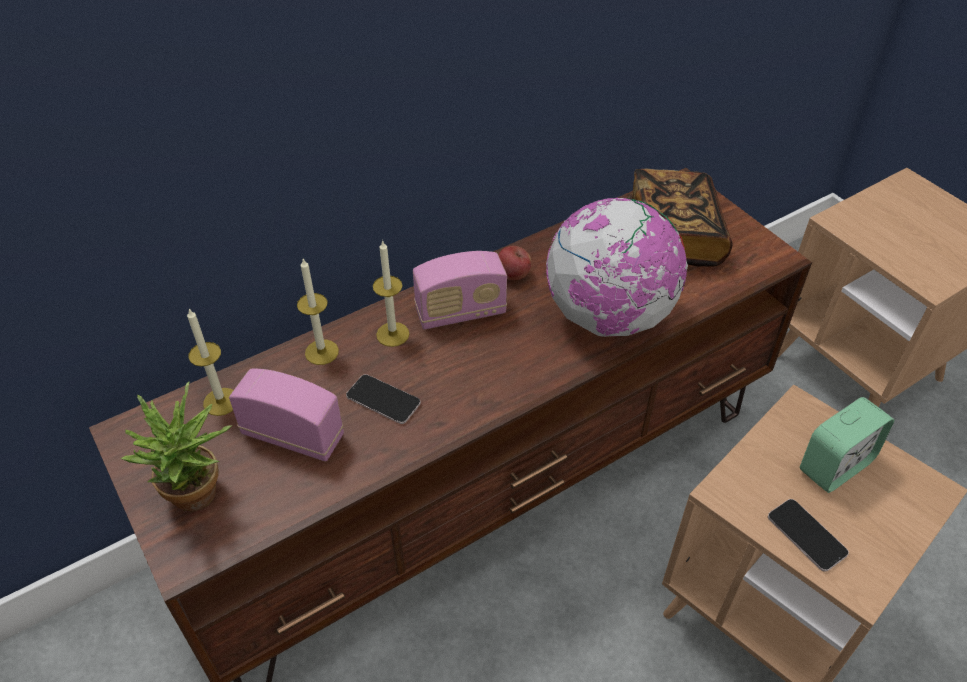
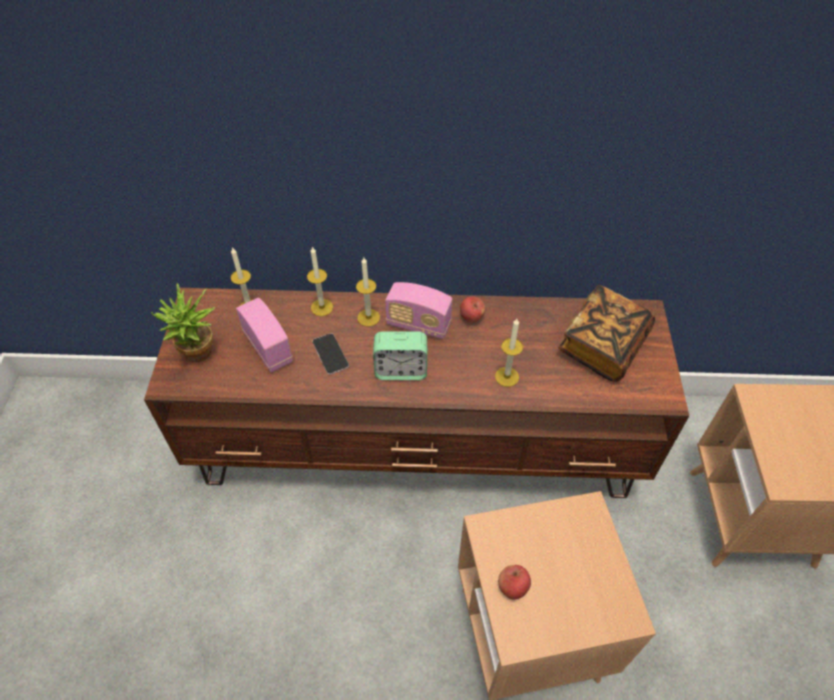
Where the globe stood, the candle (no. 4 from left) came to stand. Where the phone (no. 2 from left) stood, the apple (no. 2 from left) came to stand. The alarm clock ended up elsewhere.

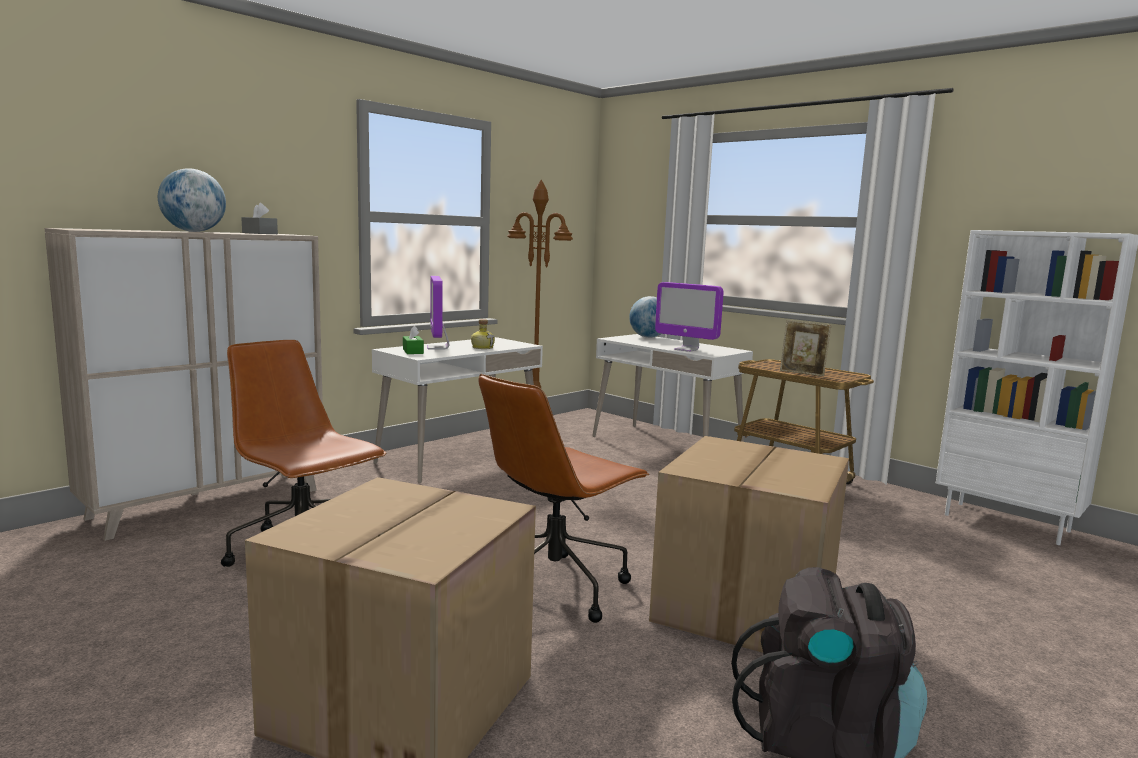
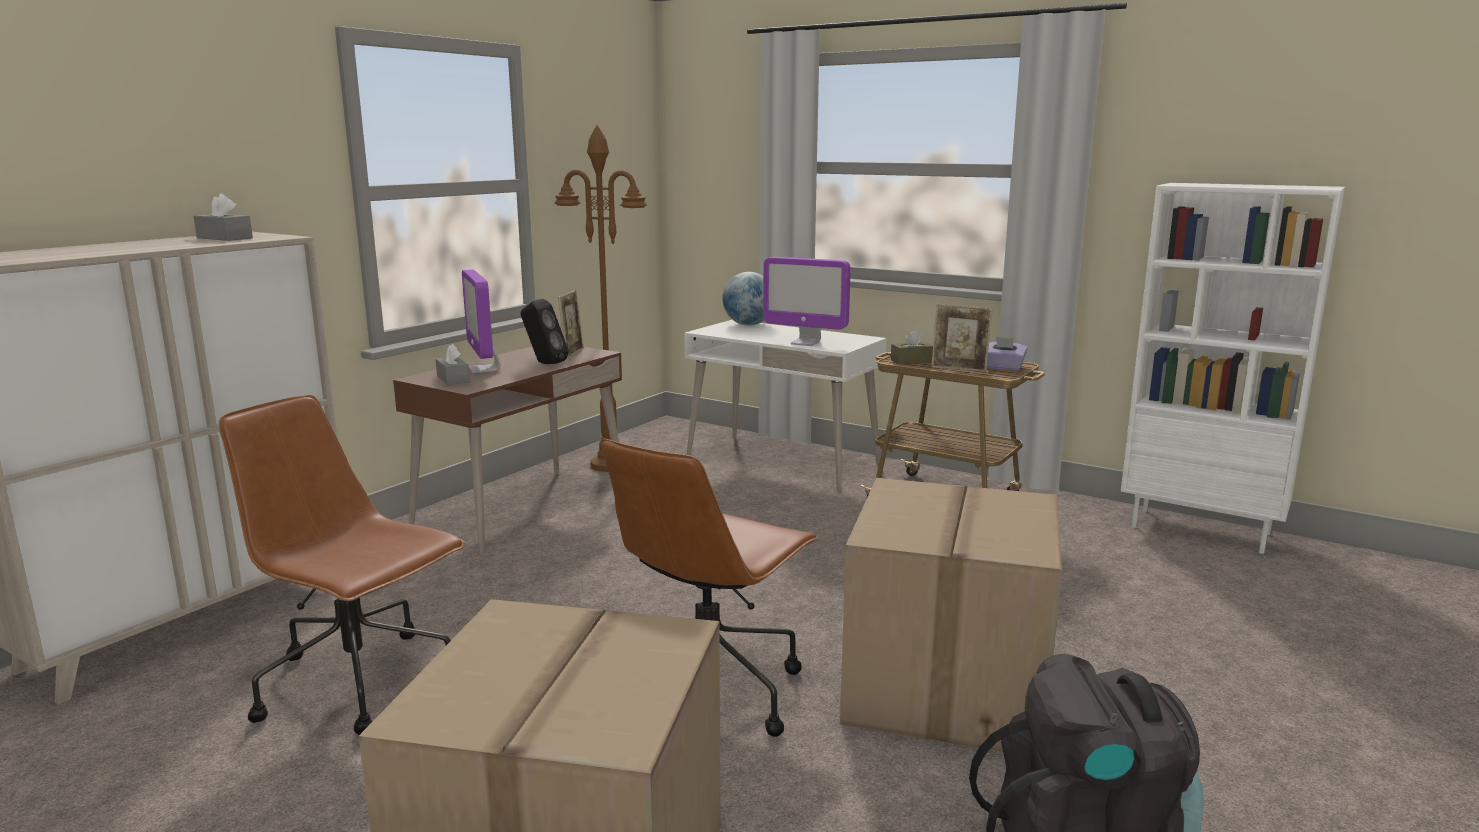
The second view lost the globe (no. 1 from left). What was the white desk (no. 1 from left) turned into the brown desk. What was the green tissue box turned into the grey tissue box (no. 2 from left). Where the bottle stood, the black speaker came to stand. The second view gained the picture frame (no. 1 from left). The second view gained the brown tissue box. The second view gained the purple tissue box.

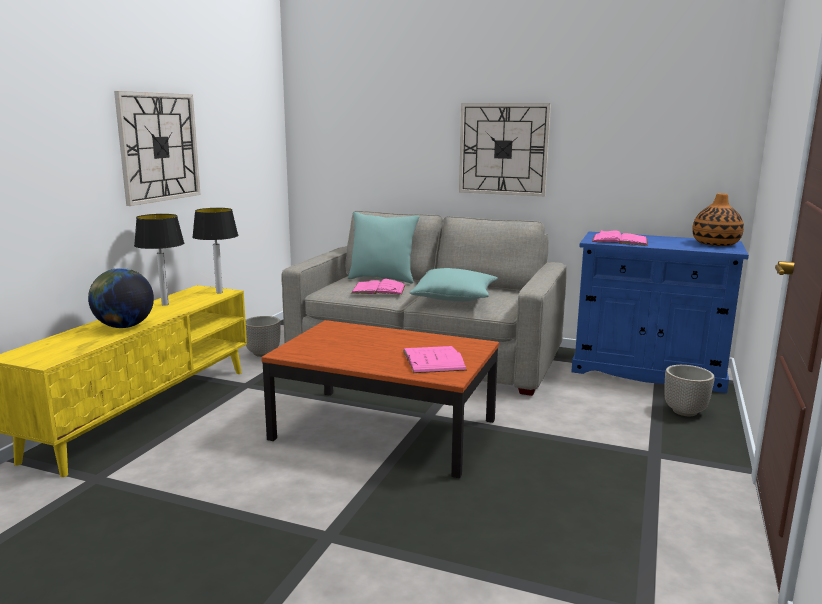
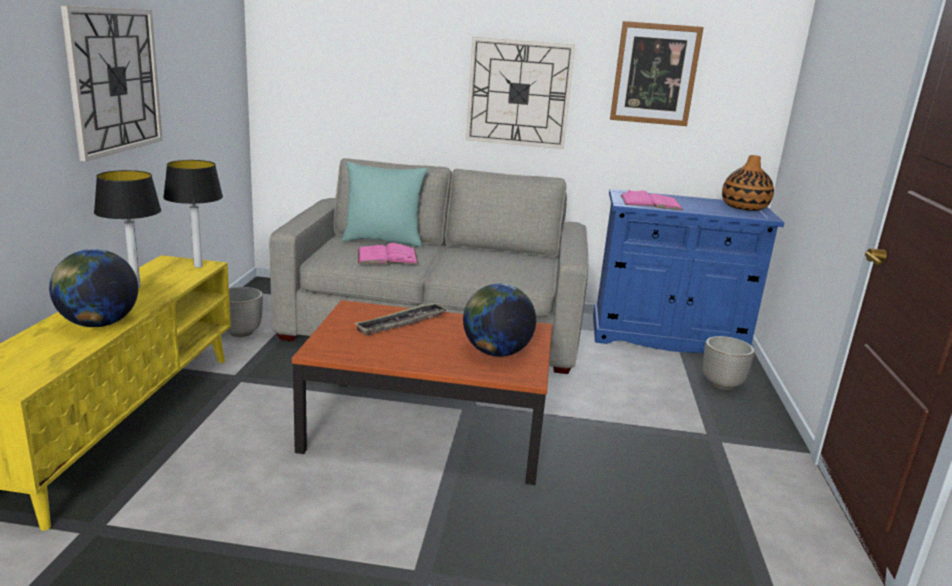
Where the pink book (no. 2 from left) stood, the globe (no. 2 from left) came to stand. The second view lost the turquoise pillow (no. 2 from left). The second view gained the tray. The second view gained the picture.

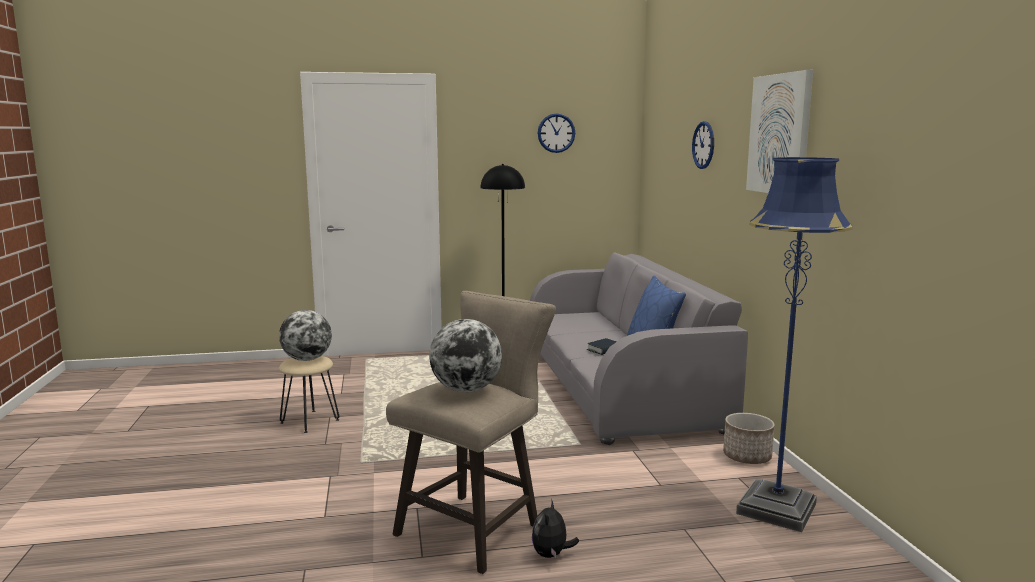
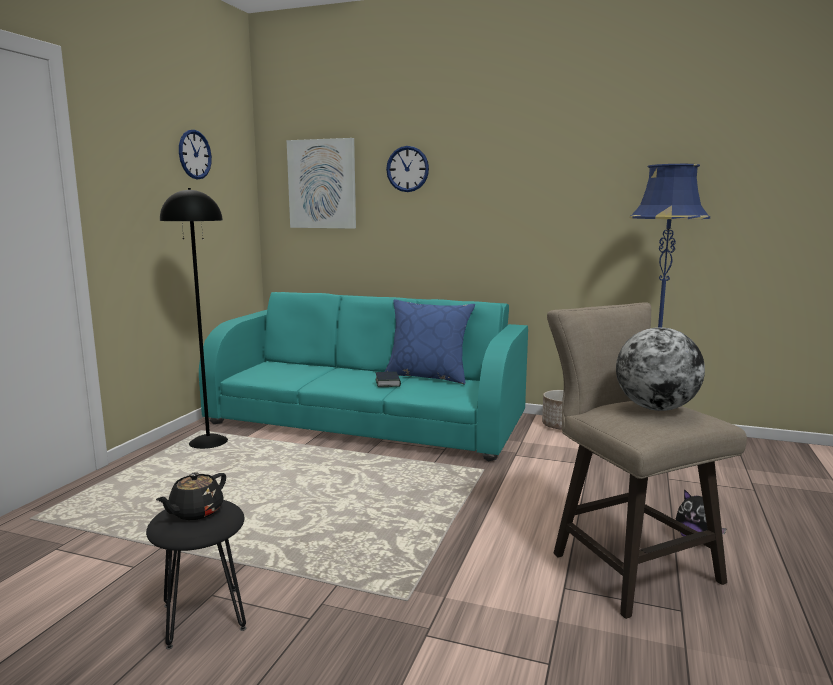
Where the globe (no. 1 from left) stood, the black teapot came to stand. What was the beige stool (no. 1 from left) turned into the black stool. What was the grey sofa turned into the turquoise sofa. The picture ended up elsewhere.

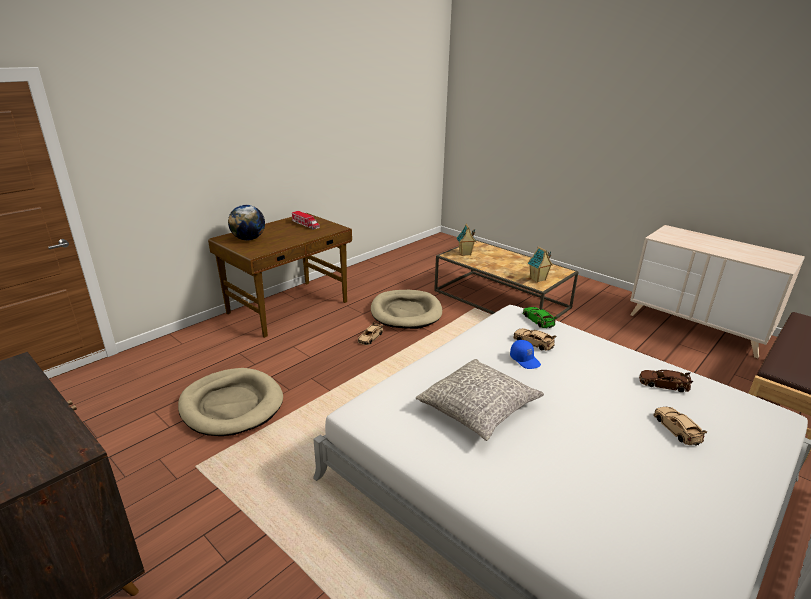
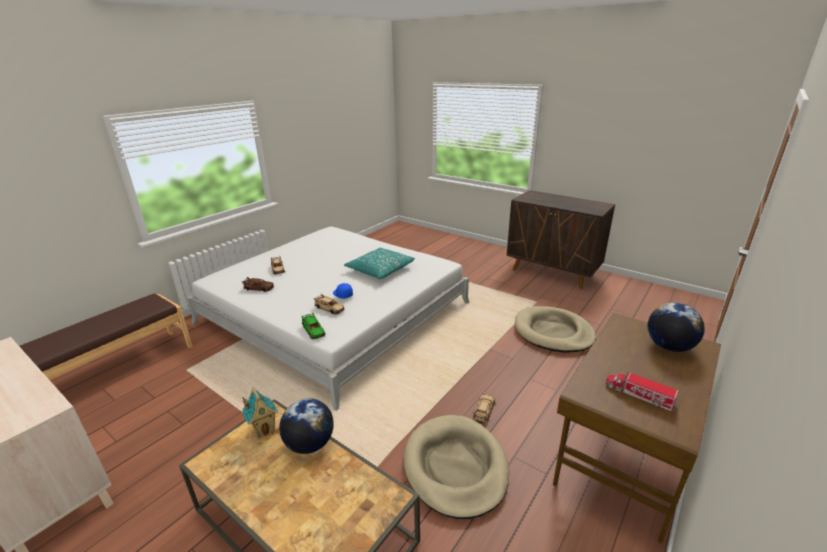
What was the grey pillow turned into the turquoise pillow. The second view lost the toy house (no. 1 from left). The second view gained the globe (no. 1 from left).

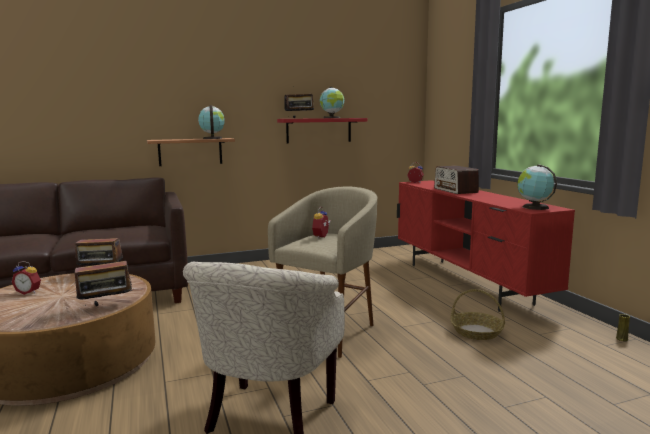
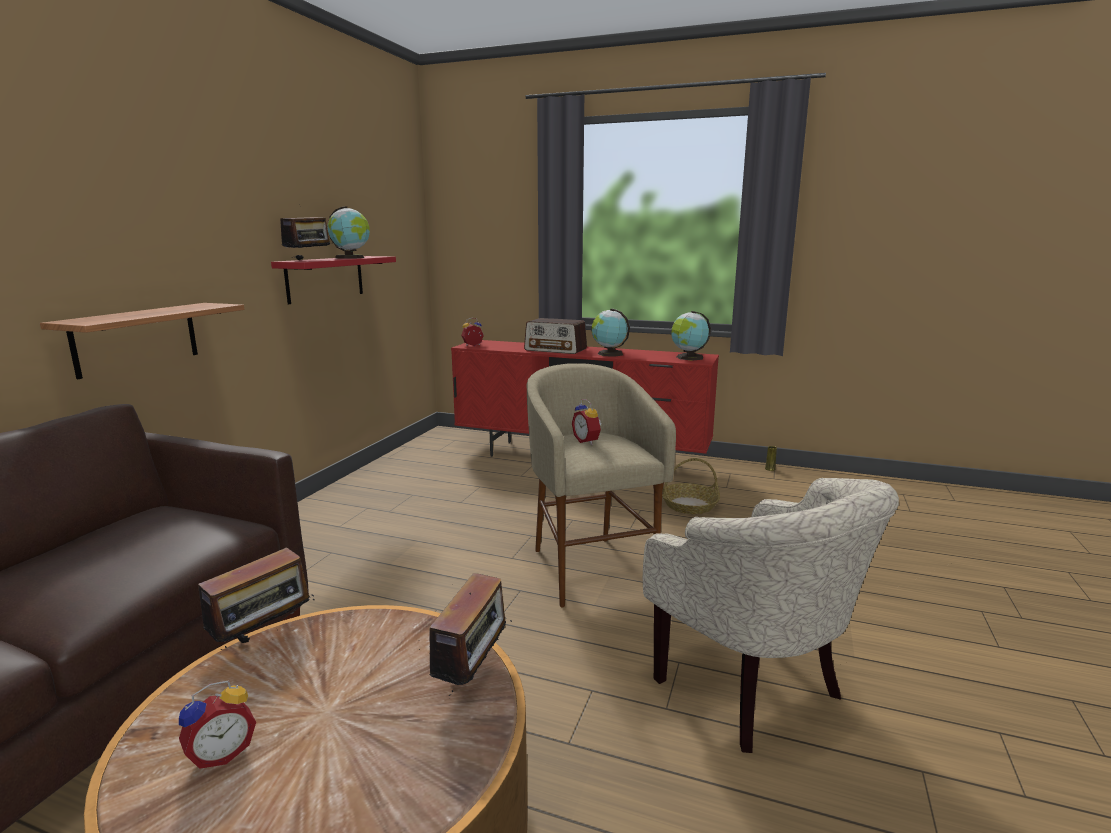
The globe (no. 1 from left in the first image) ended up elsewhere.

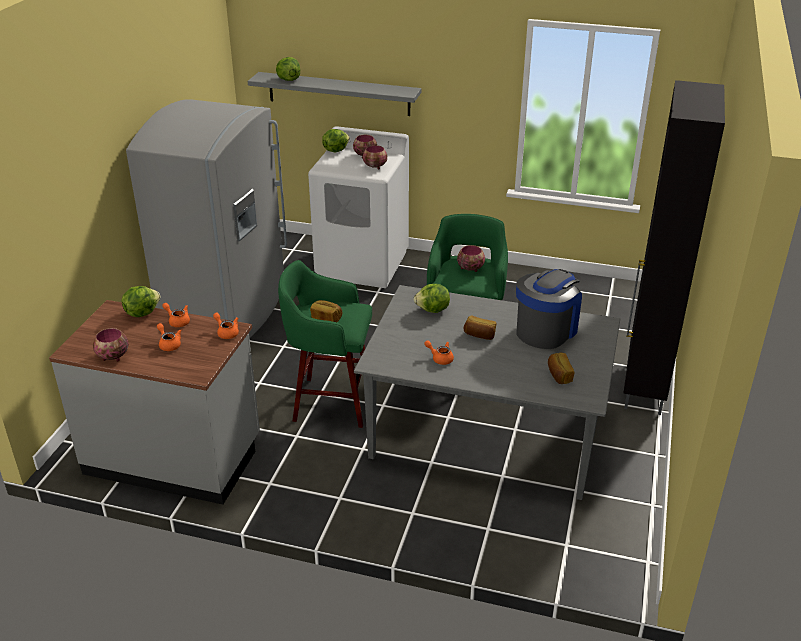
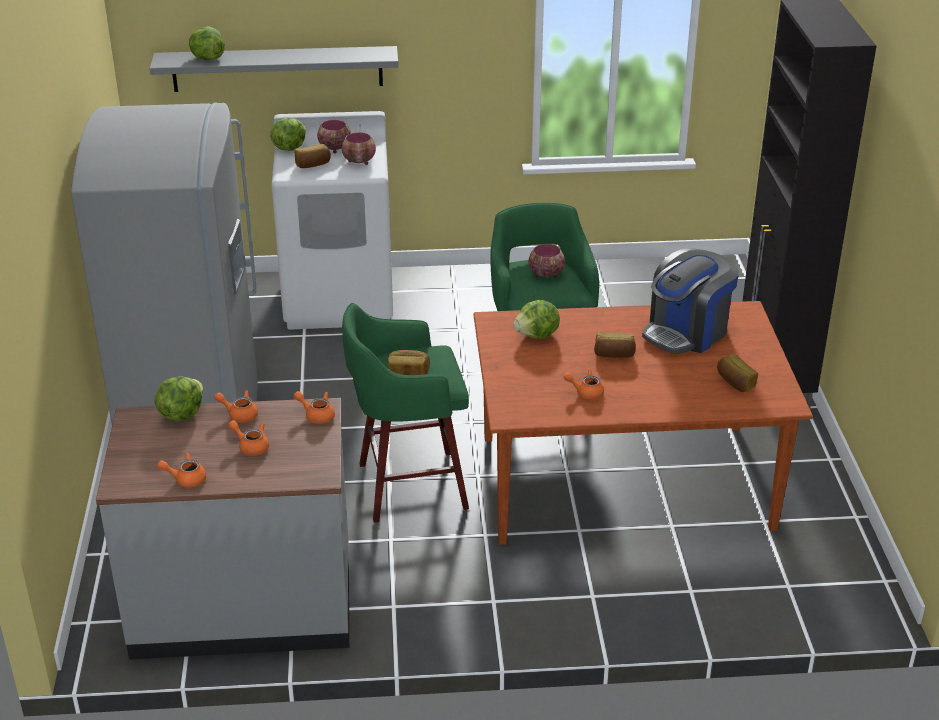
Where the bowl (no. 1 from left) stood, the orange teapot (no. 1 from left) came to stand. What was the grey dining table turned into the brown dining table. The coffee machine ended up facing another way, 150 degrees counterclockwise from before. The second view gained the bread (no. 1 from left).

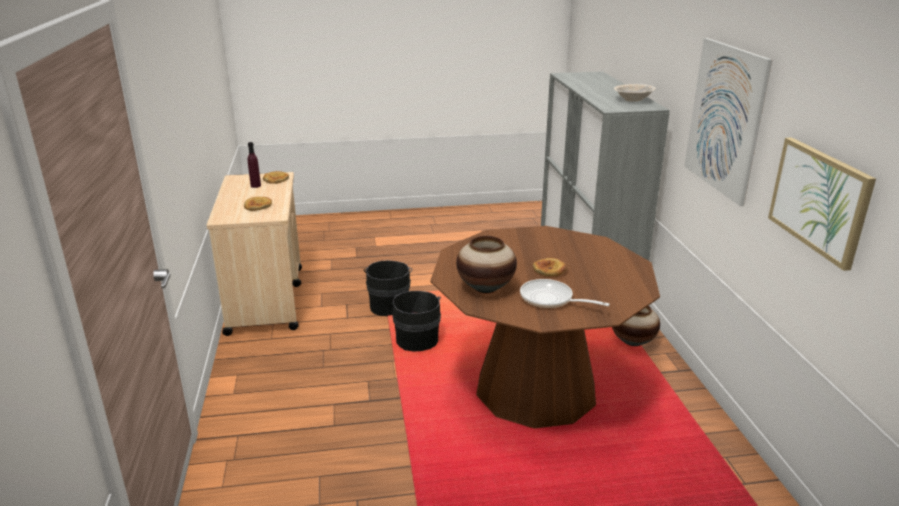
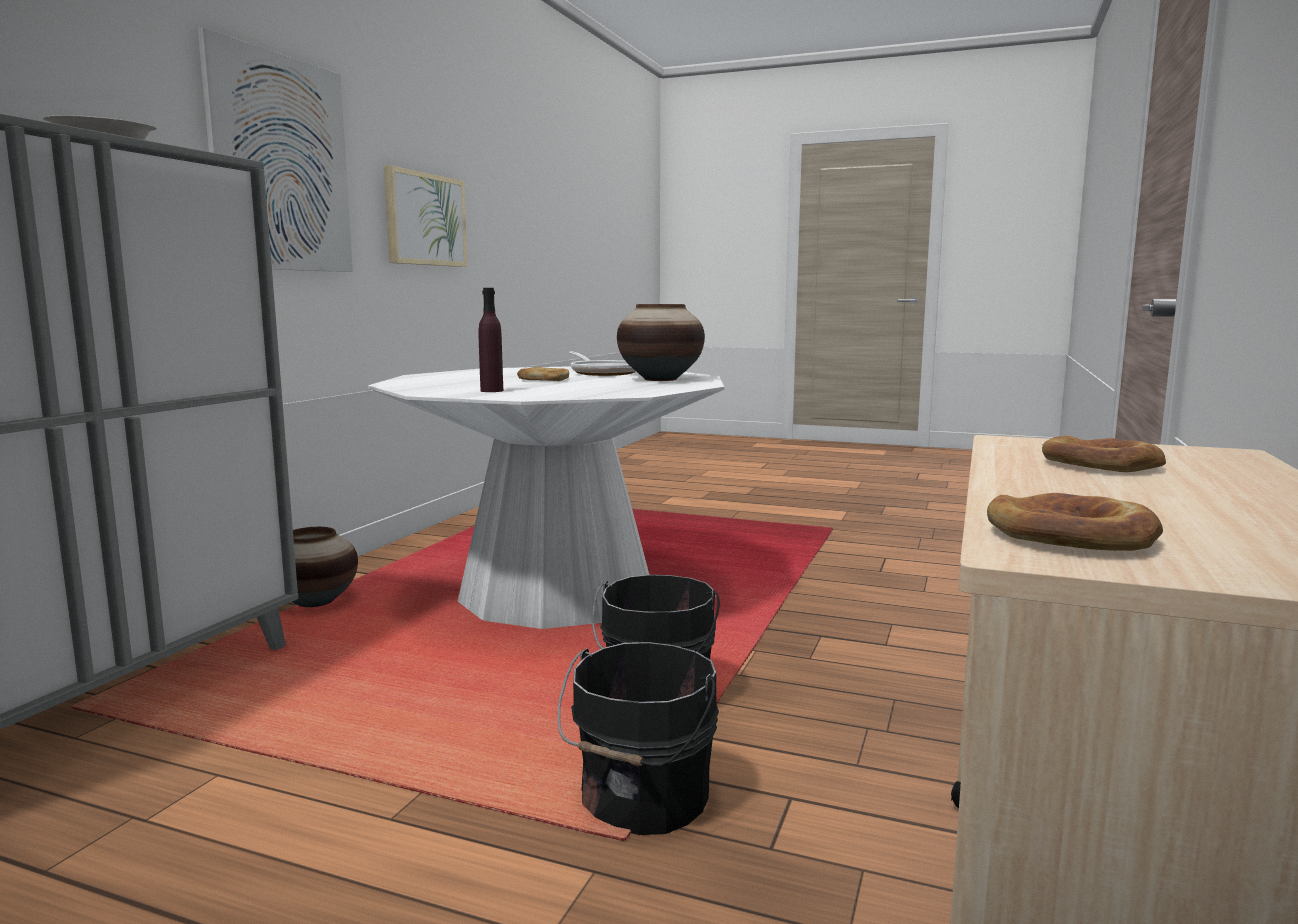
The purple bottle ended up elsewhere. What was the brown dining table turned into the white dining table.

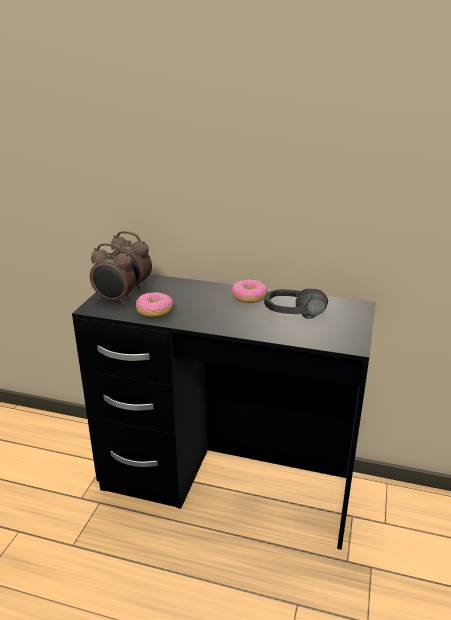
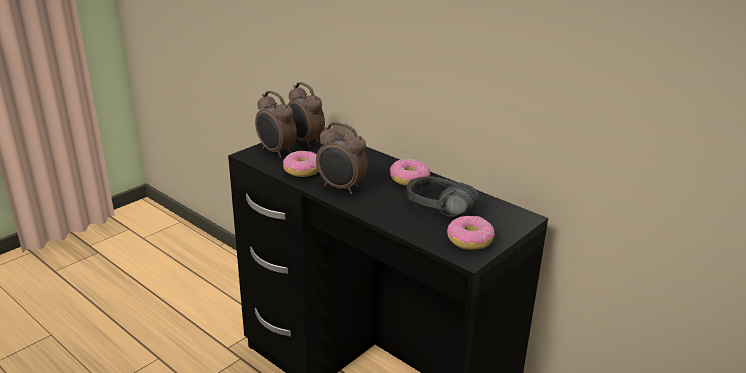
The second view gained the alarm clock (no. 3 from left). The second view gained the donut (no. 3 from left).

